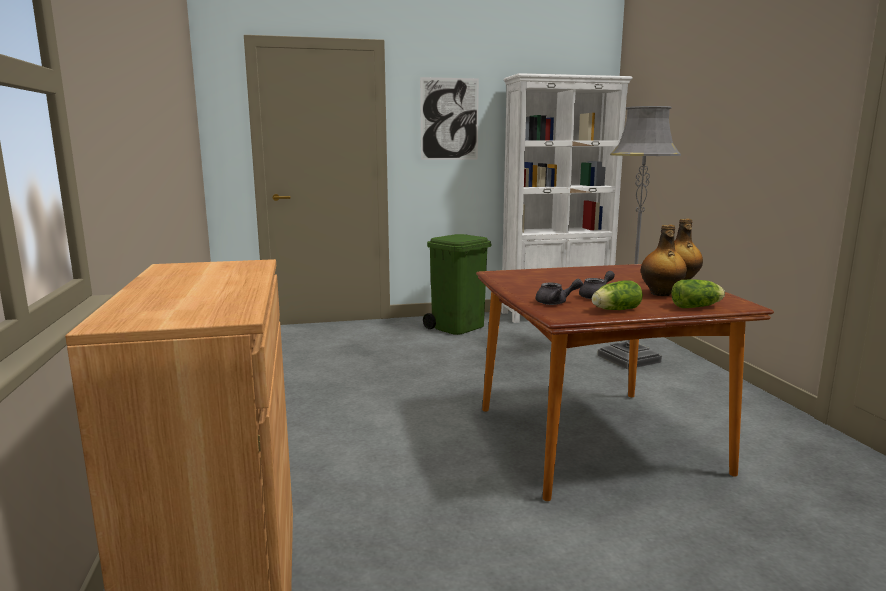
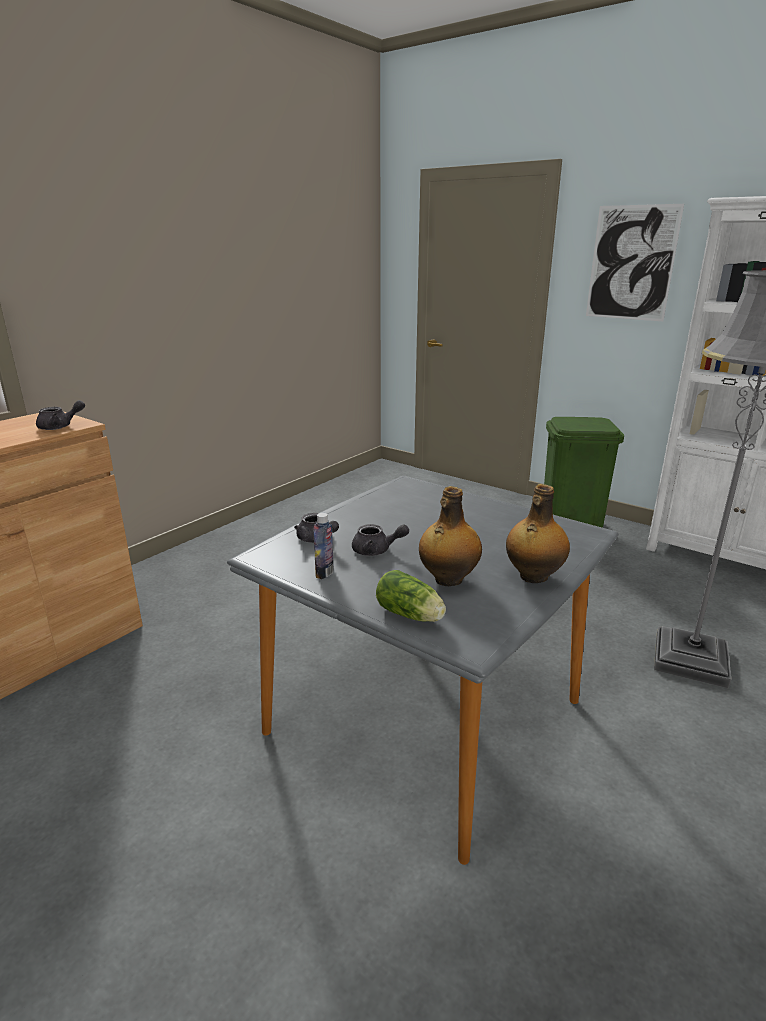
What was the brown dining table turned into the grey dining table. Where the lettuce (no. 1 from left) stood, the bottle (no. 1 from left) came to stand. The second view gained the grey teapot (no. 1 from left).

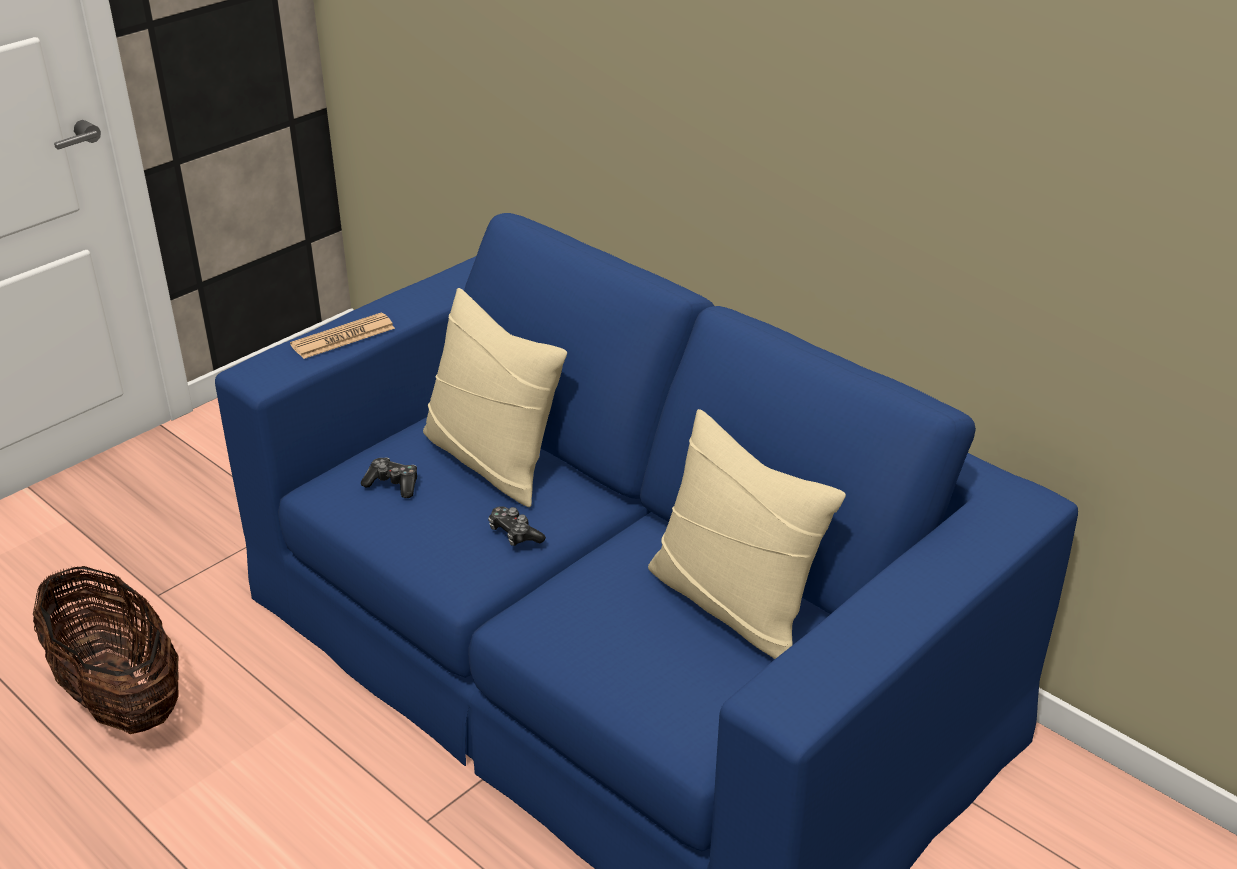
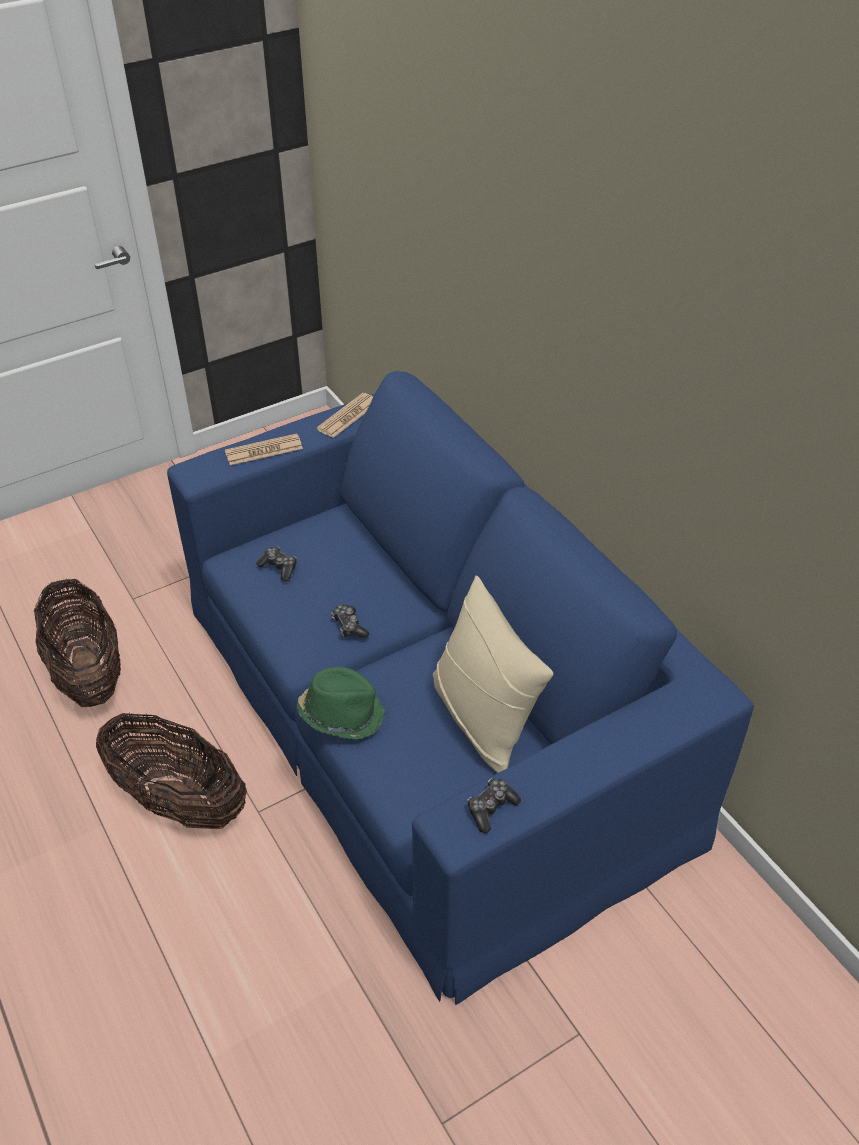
The second view lost the beige pillow (no. 1 from left). The second view gained the basket (no. 2 from left). The second view gained the green hat. The second view gained the newspaper (no. 2 from left). The second view gained the game controller (no. 3 from left).

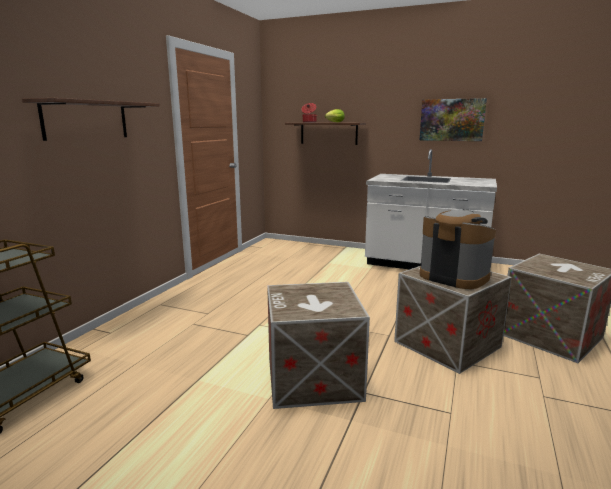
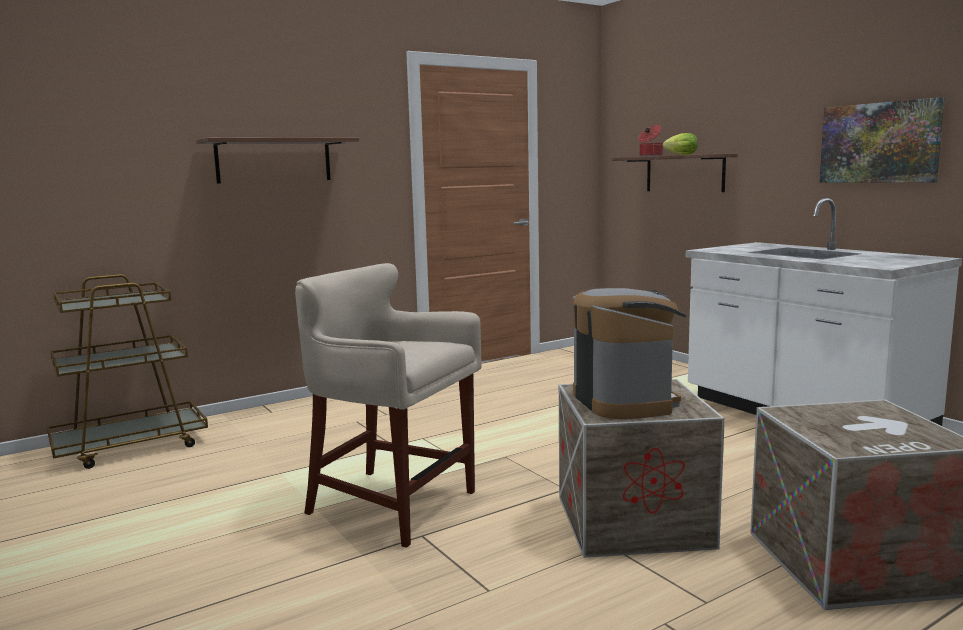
Where the crate (no. 1 from left) stood, the beige stool came to stand.

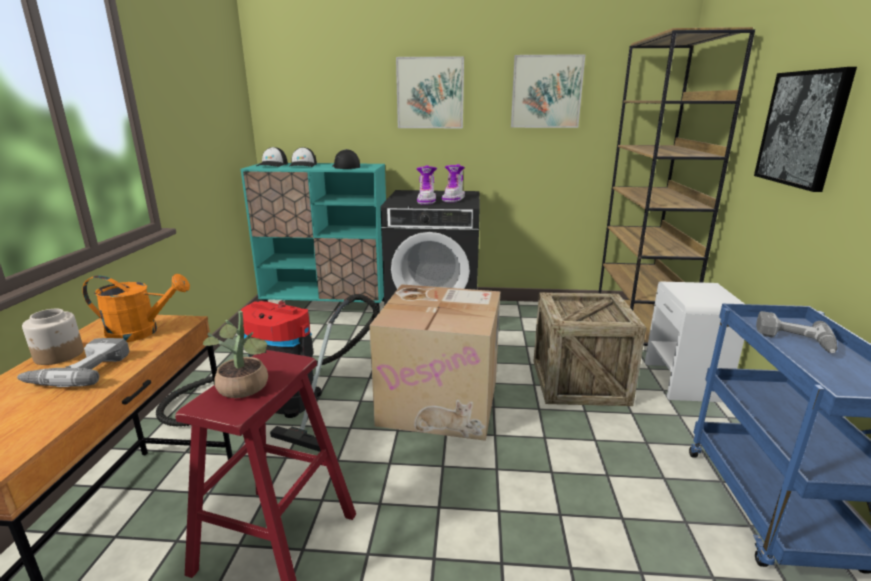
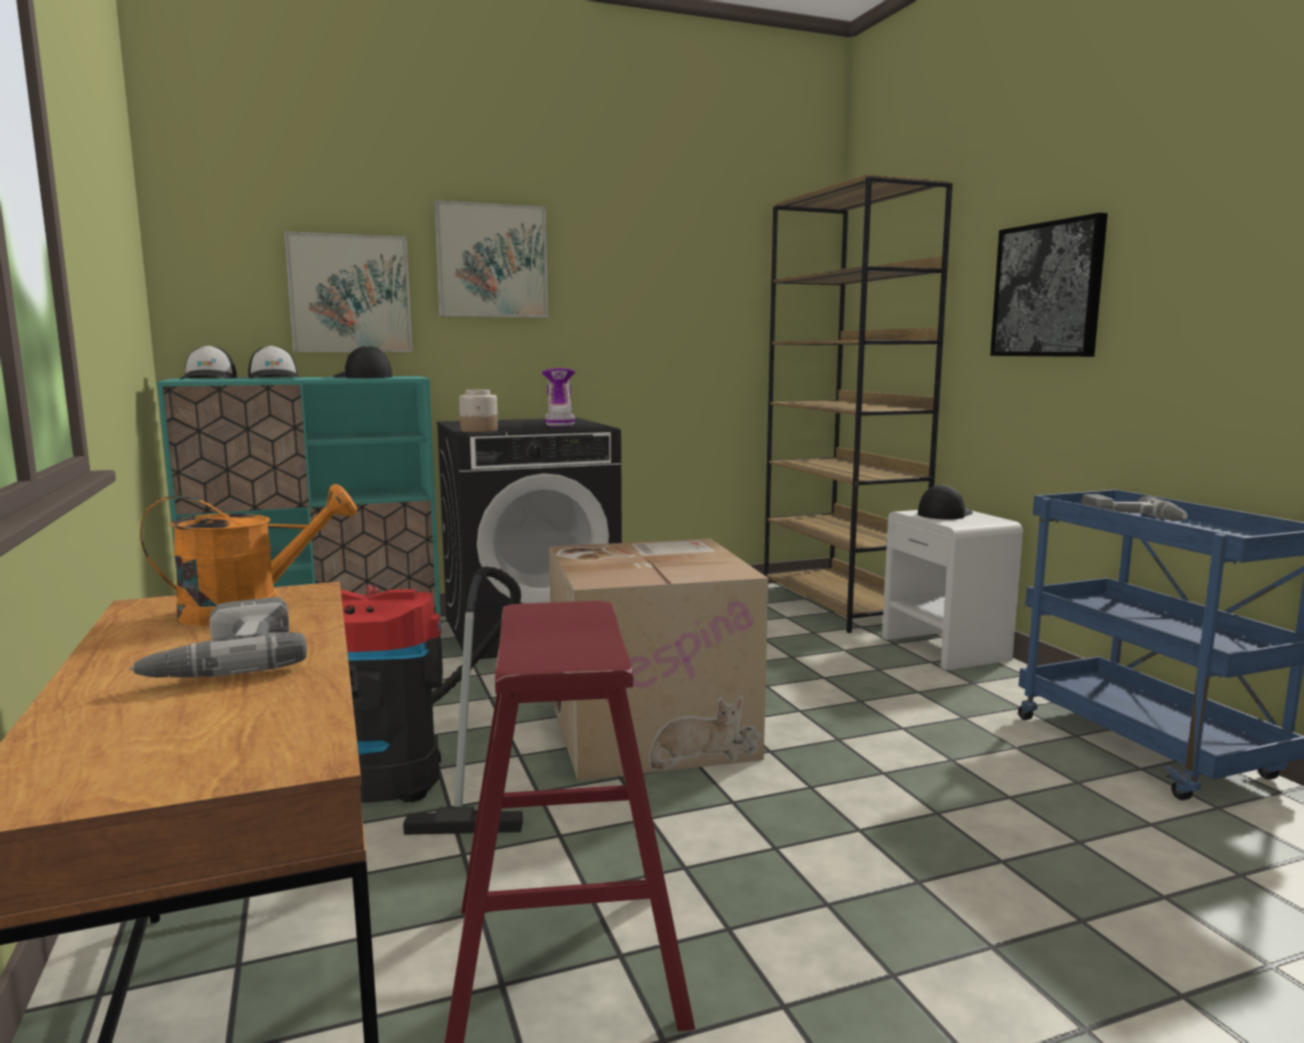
The jar ended up elsewhere. The second view lost the potted plant. The second view lost the boot (no. 1 from left). The picture (no. 2 from left in the first image) ended up elsewhere. The second view lost the crate. The second view gained the cap (no. 4 from left).

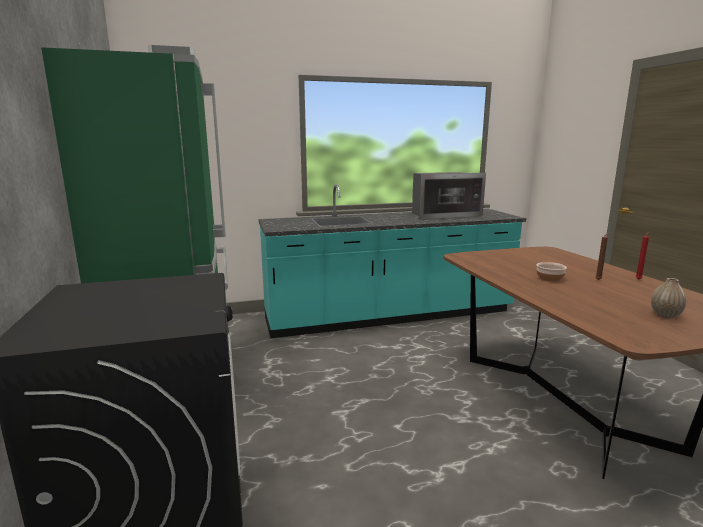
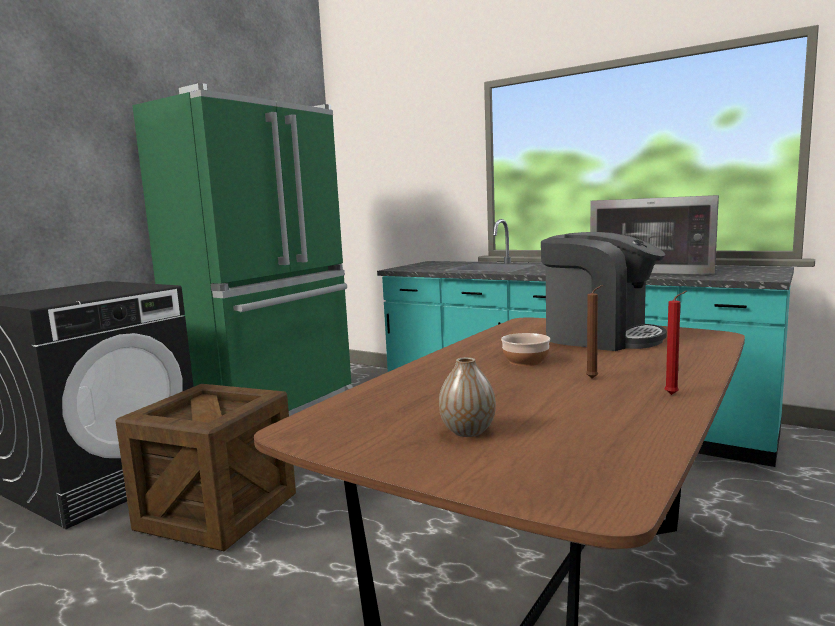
The second view gained the crate. The second view gained the coffee machine.

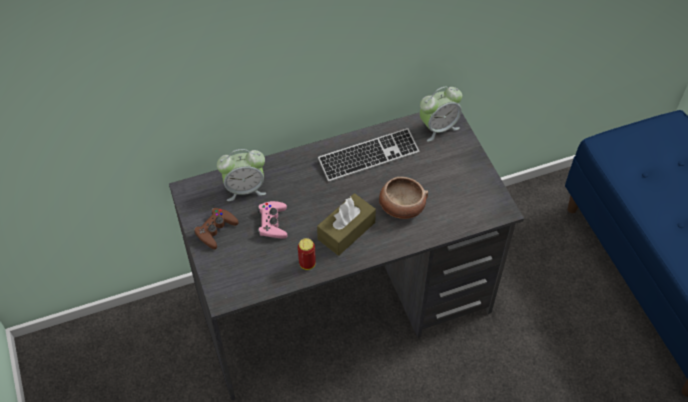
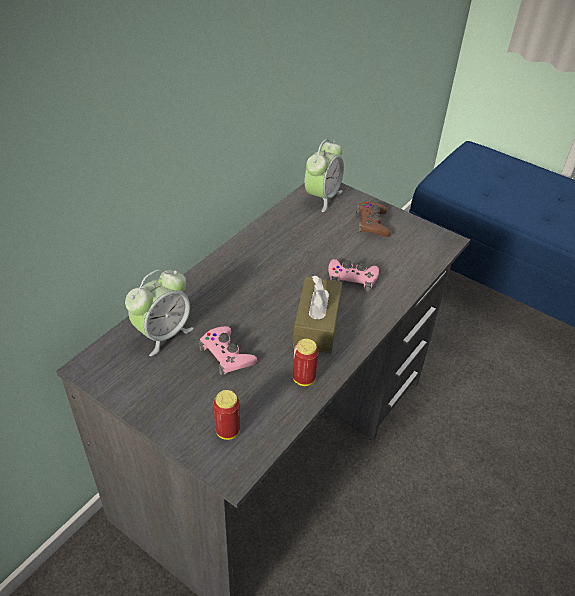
The brown game controller ended up elsewhere. The second view lost the keyboard. Where the bowl stood, the pink game controller (no. 2 from left) came to stand. The second view gained the can (no. 1 from left).

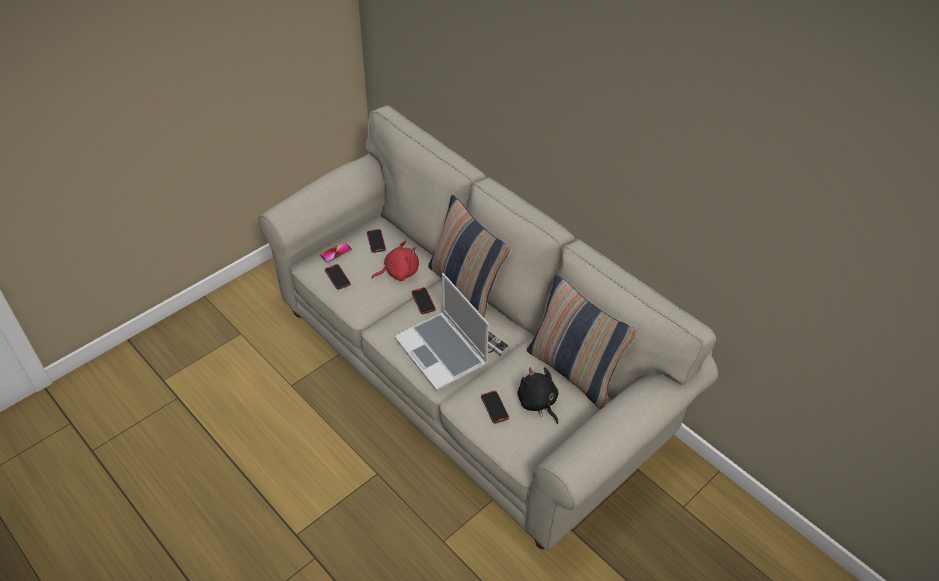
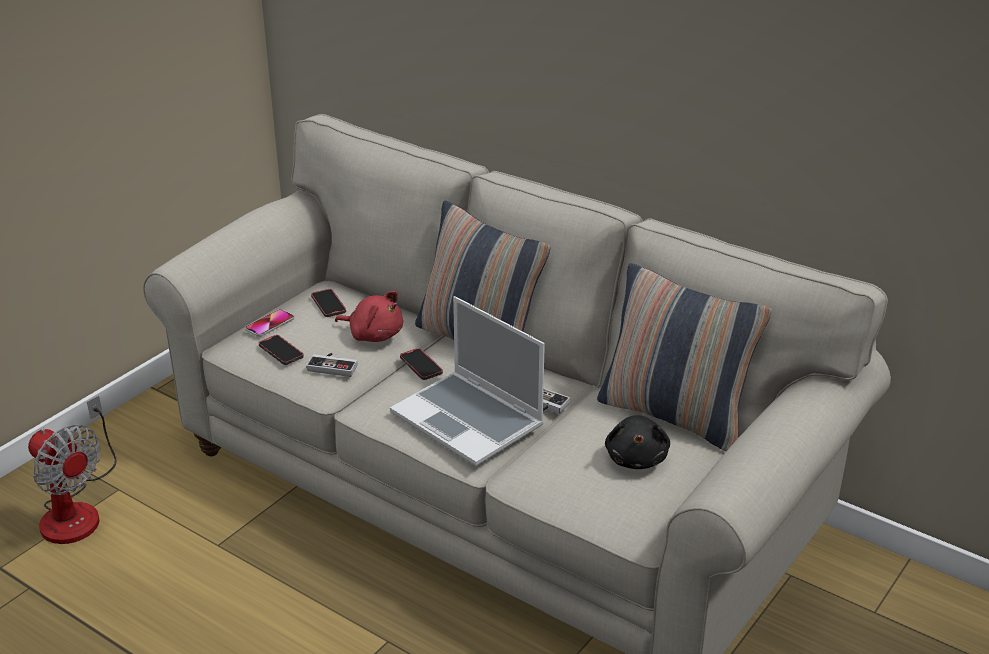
The red plush toy ended up facing another way, 60 degrees clockwise from before. The second view lost the phone (no. 5 from left). The black plush toy ended up facing another way, 135 degrees counterclockwise from before. The second view gained the fan. The second view gained the game controller (no. 1 from left).

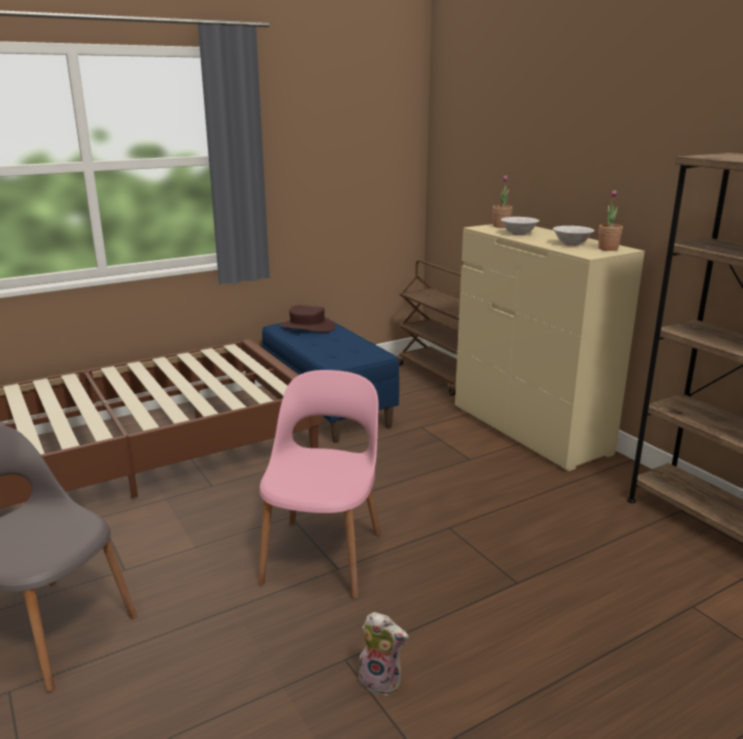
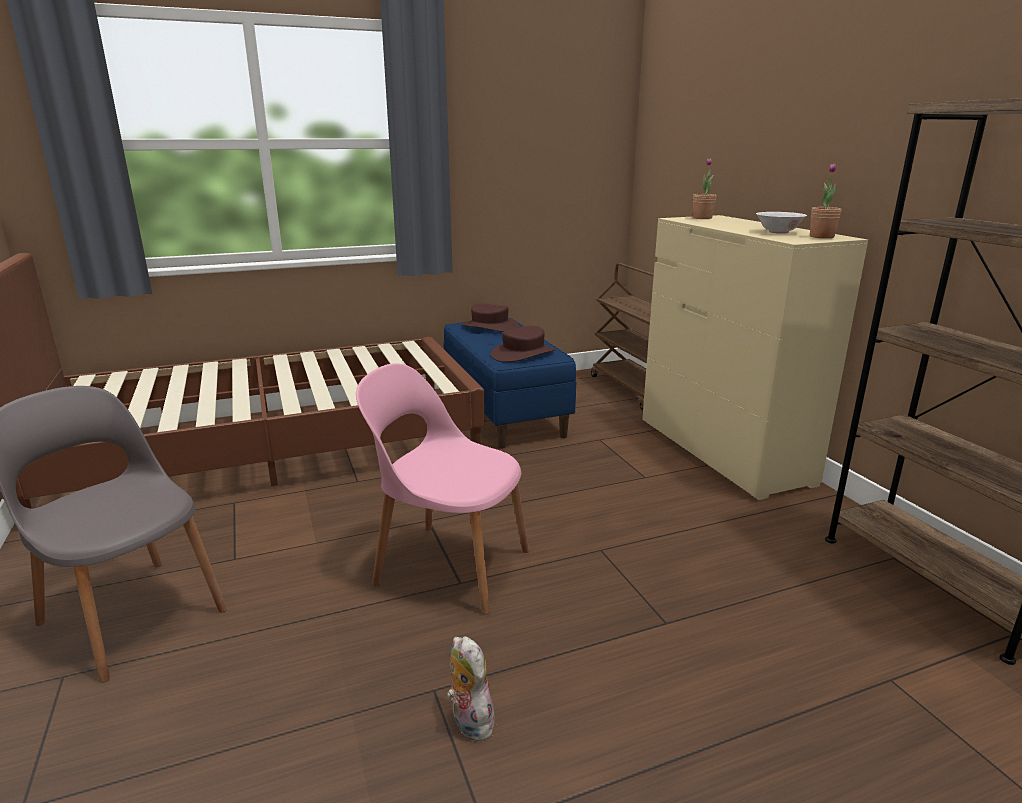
The pink chair ended up facing another way, 90 degrees counterclockwise from before. The plush toy ended up facing another way, 150 degrees counterclockwise from before. The second view lost the white bowl (no. 1 from left). The second view gained the brown hat (no. 2 from left).

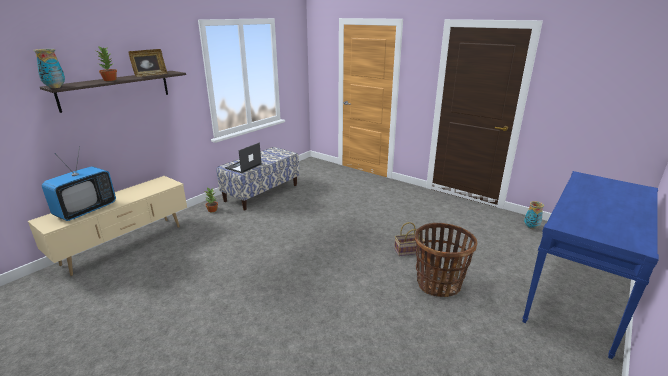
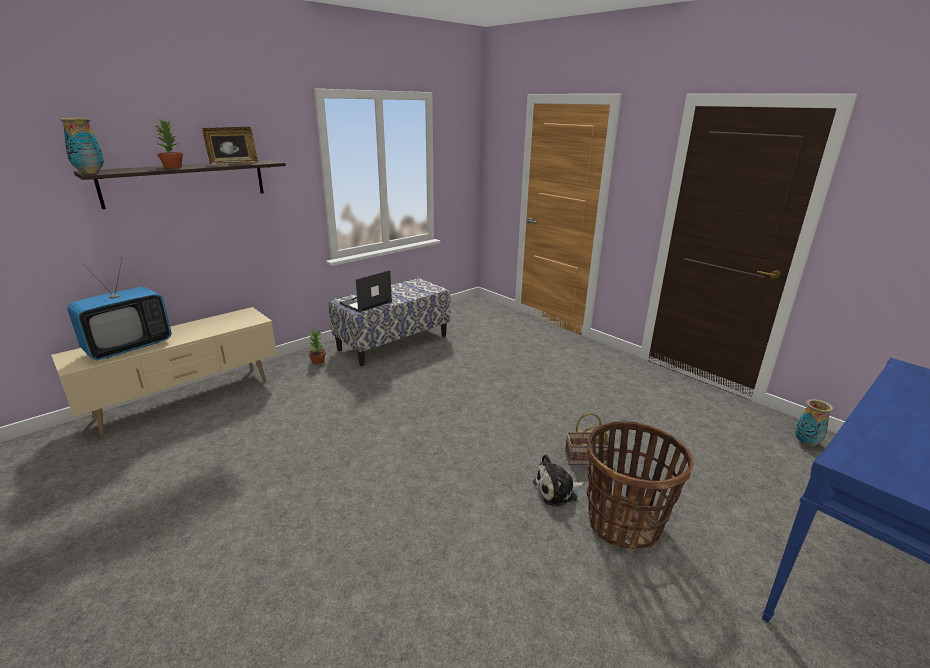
The second view gained the plush toy.

